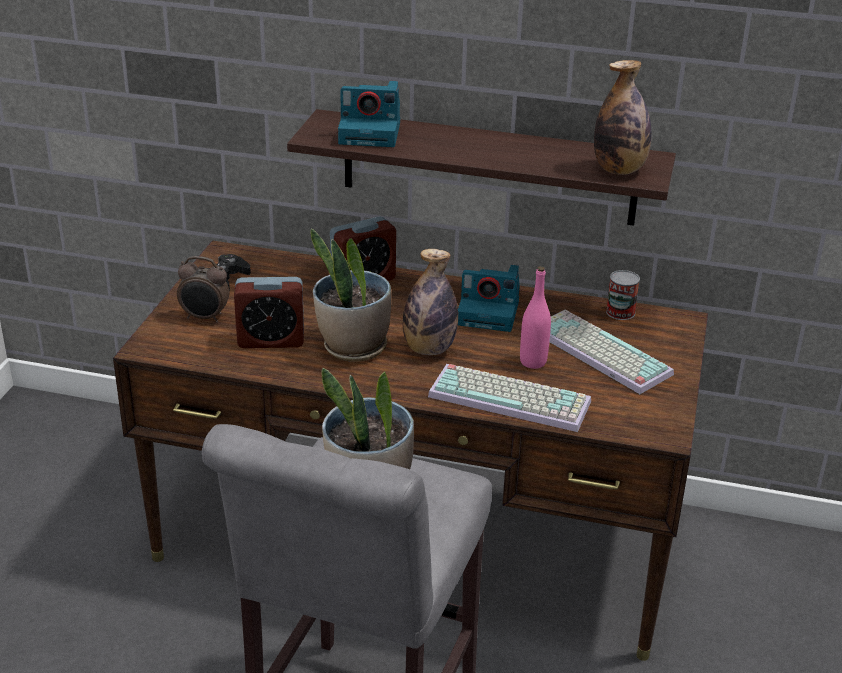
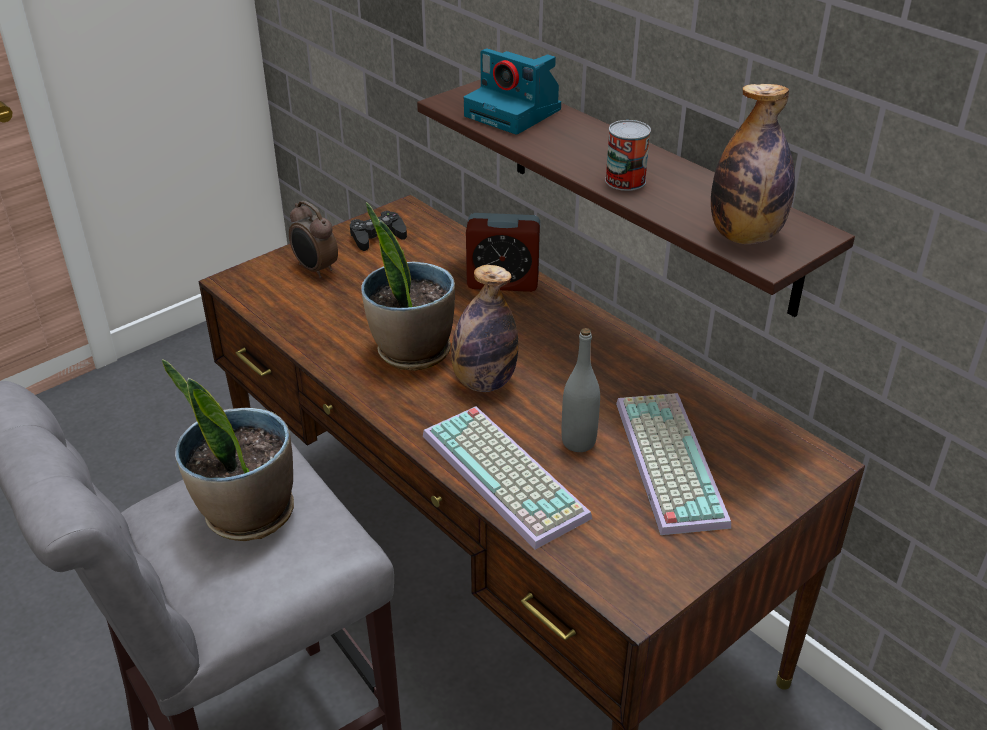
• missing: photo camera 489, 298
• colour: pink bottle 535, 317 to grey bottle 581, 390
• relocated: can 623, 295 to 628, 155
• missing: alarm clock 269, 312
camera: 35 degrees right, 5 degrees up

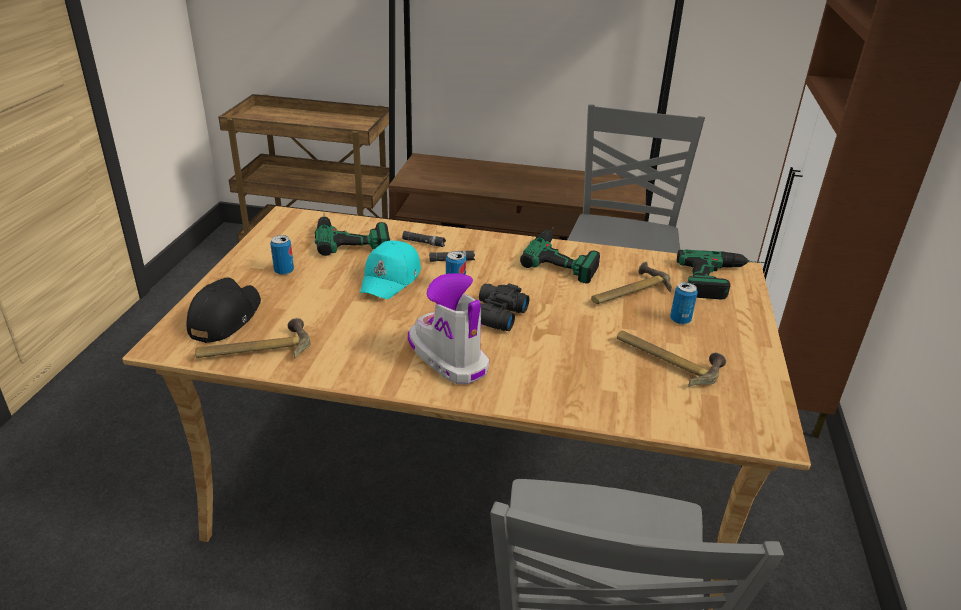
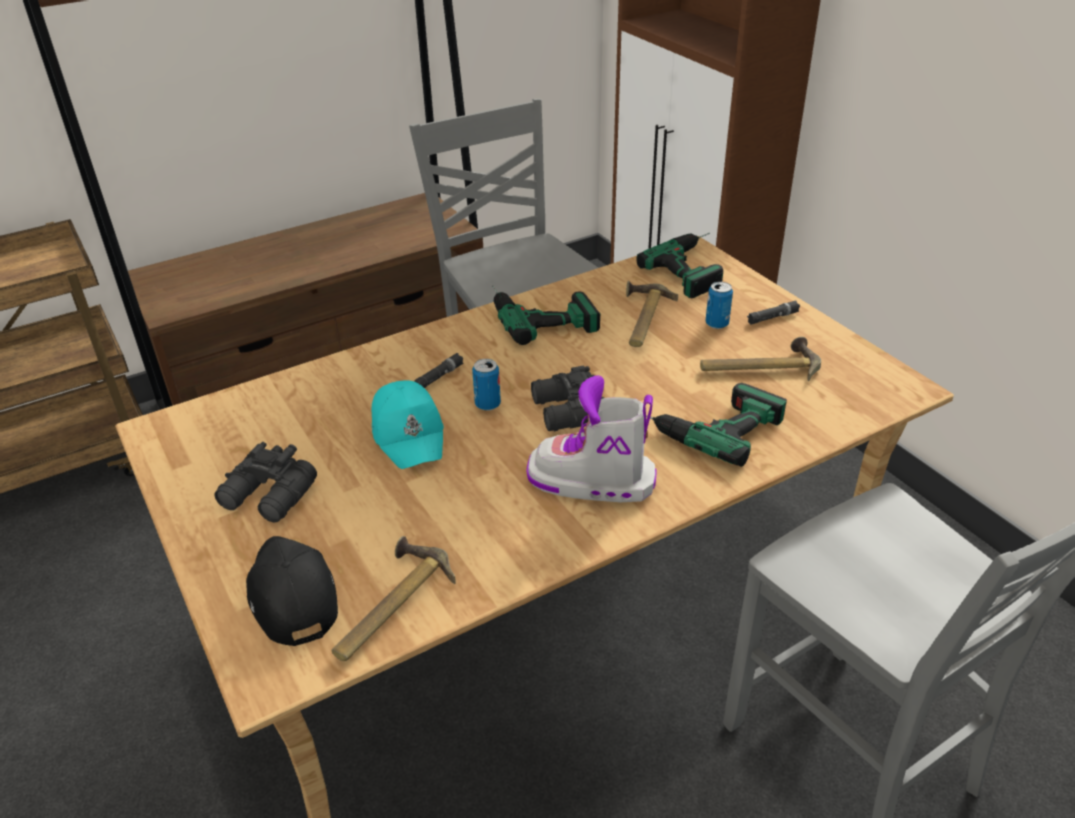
• relocated: power drill 352, 234 to 716, 425
• relocated: black flashlight 424, 239 to 773, 312
• exchanged: can 282, 255 to black binoculars 266, 482
camera: 40 degrees left, 5 degrees up

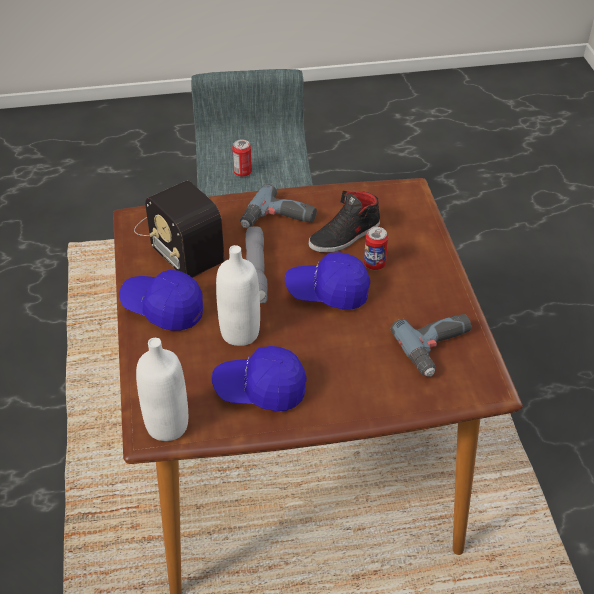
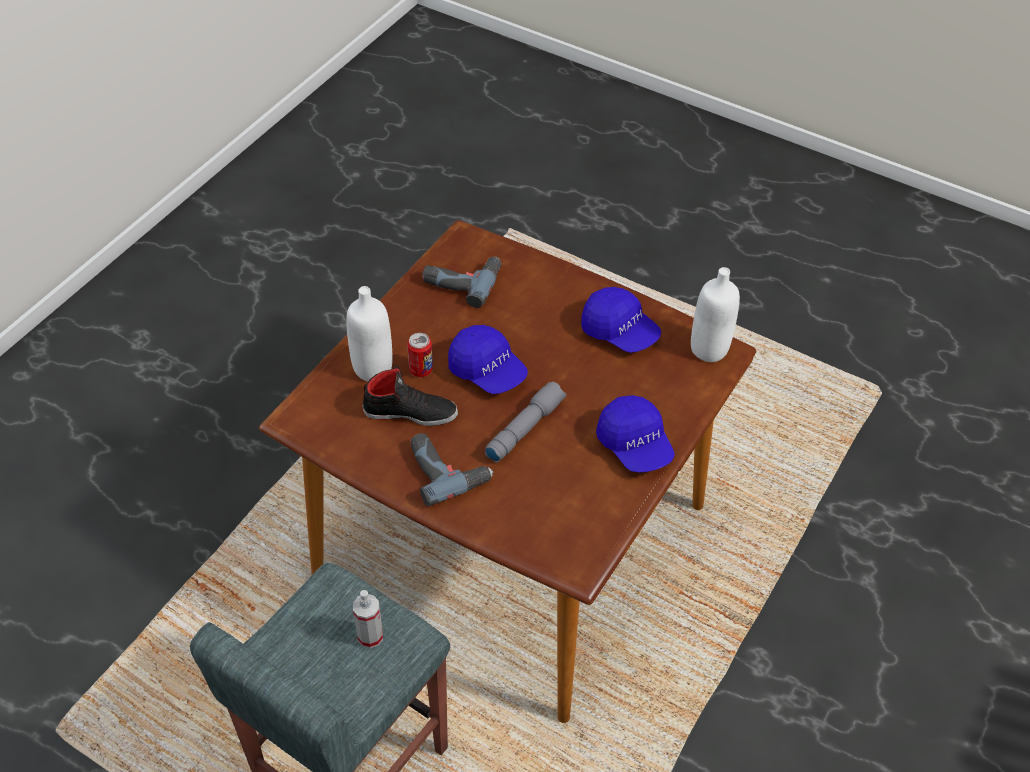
• exchanged: can 242, 158 to spray bottle 368, 619
• missing: radio 179, 229
• relocated: white bottle 238, 295 to 369, 333
camera: 140 degrees left, 5 degrees up

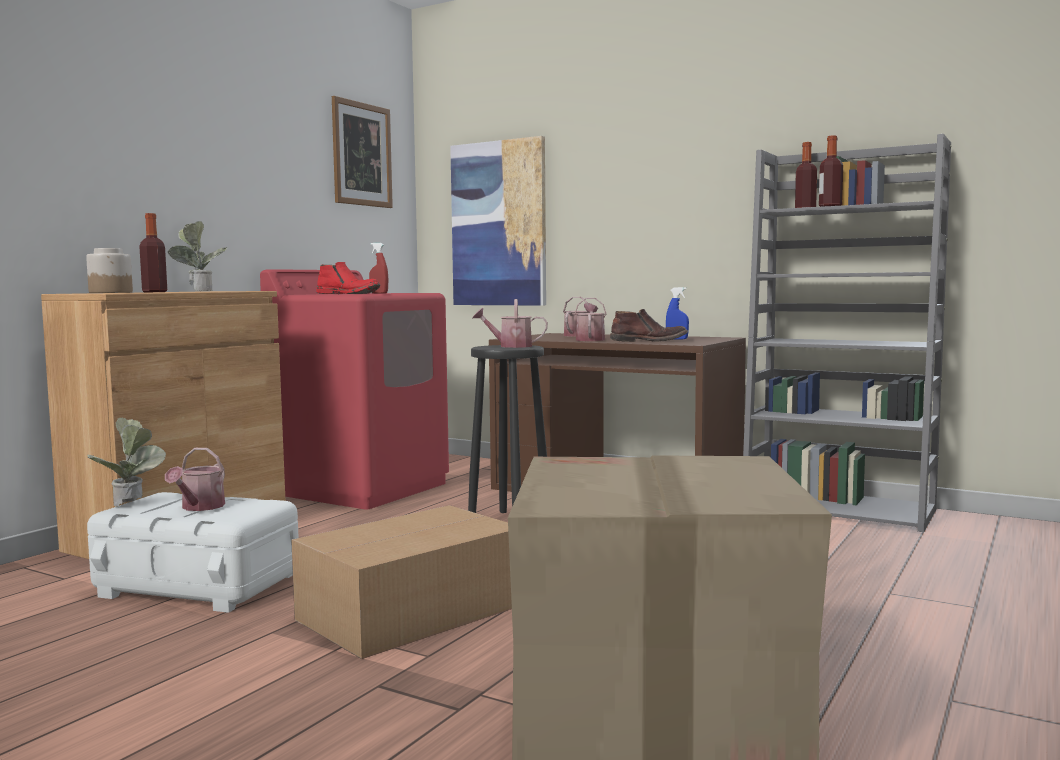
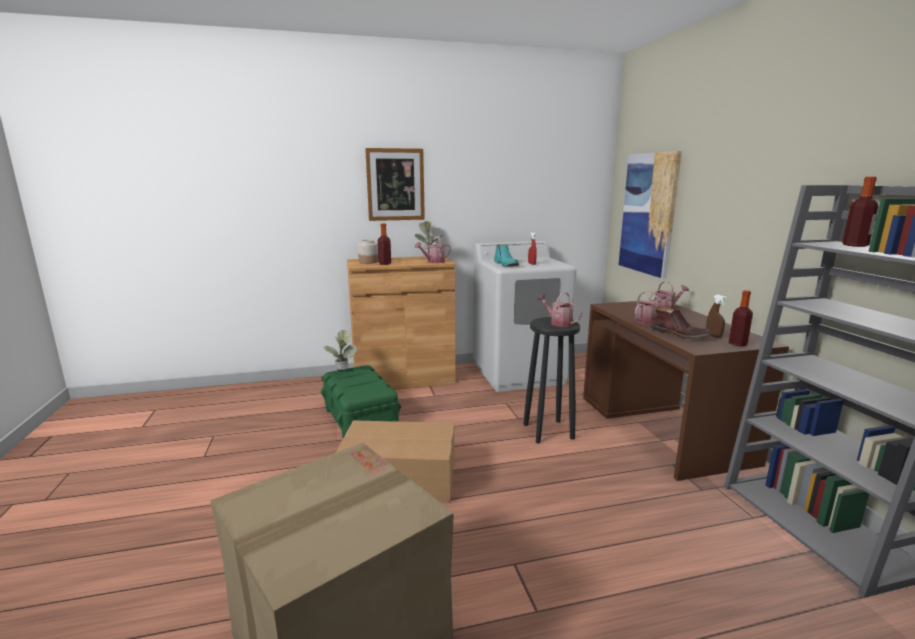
• relocated: picture 362, 152 to 395, 184
• relocated: bottle 831, 171 to 741, 318
• colour: red boot 348, 278 to turquoise boot 506, 255
• colour: red washing machine 354, 389 to white washing machine 525, 316
• colour: blue spray bottle 677, 313 to brown spray bottle 716, 316
• relocated: watering can 195, 479 to 433, 249
• colour: white storage box 193, 552 to green storage box 360, 401
camera: 45 degrees right, 10 degrees up

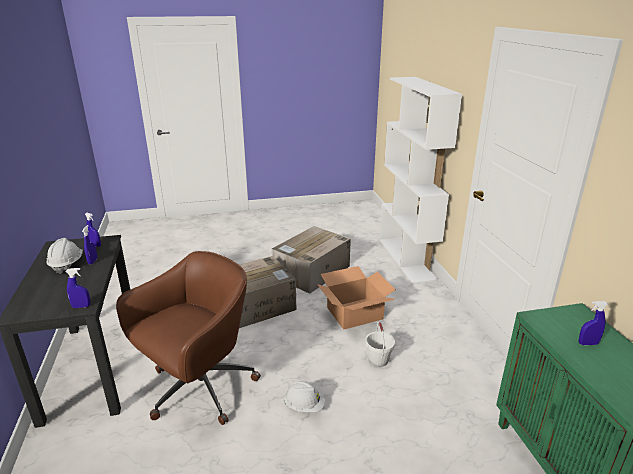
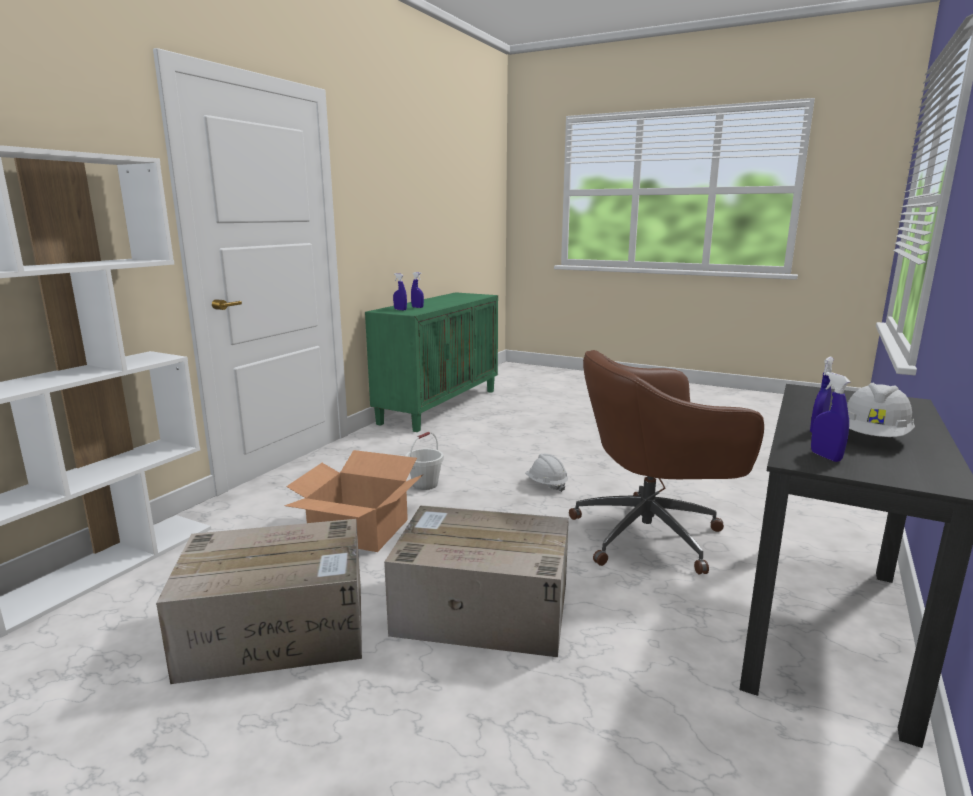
• relocated: blue spray bottle 78, 288 to 400, 292
camera: 140 degrees left, 10 degrees down

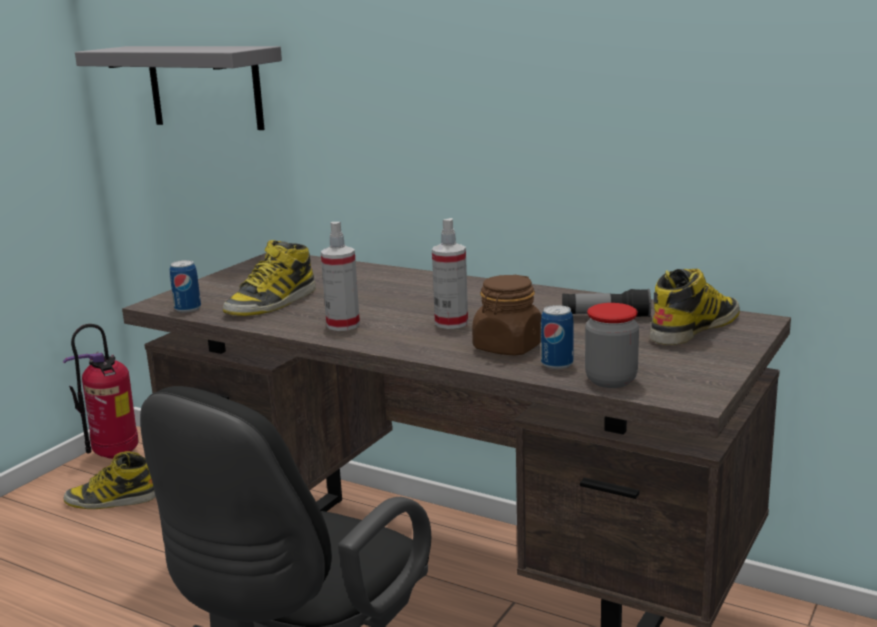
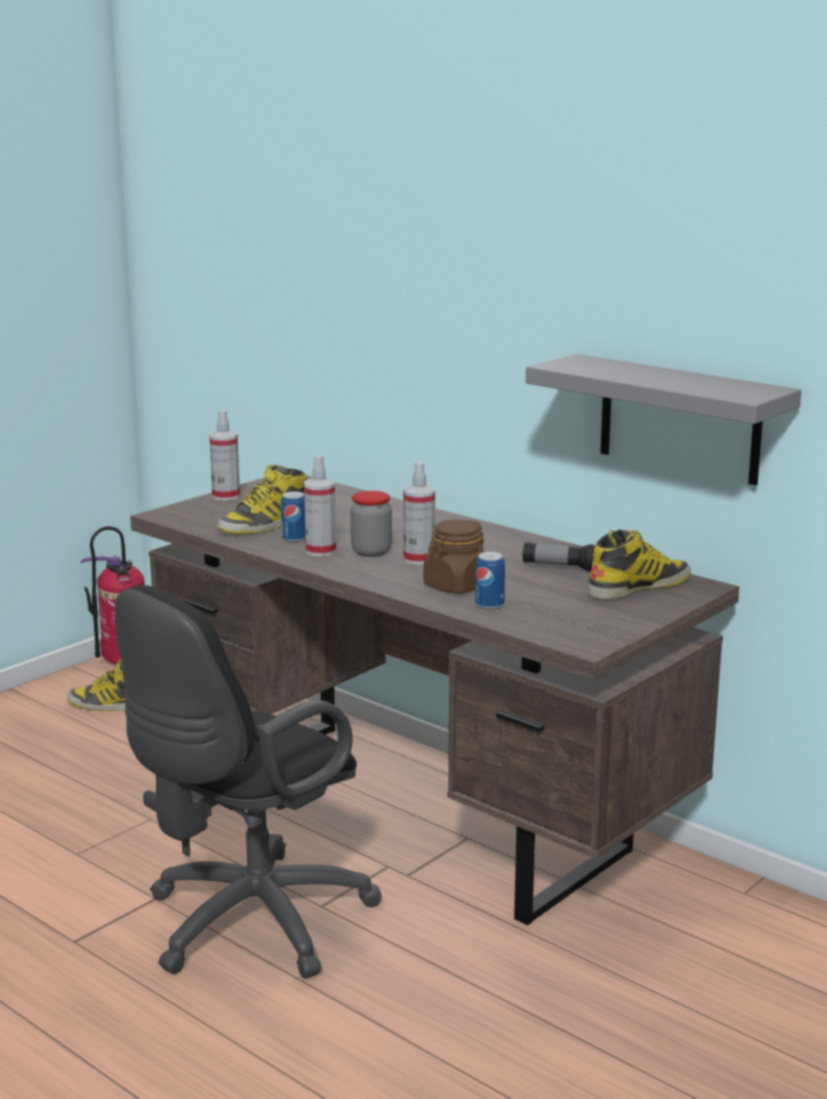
• relocated: grey shelf 178, 88 to 663, 420
• relocated: can 185, 286 to 293, 516
• relocated: jar 612, 345 to 371, 524
• appeared: spray bottle 224, 455
camera: 10 degrees right, 0 degrees up

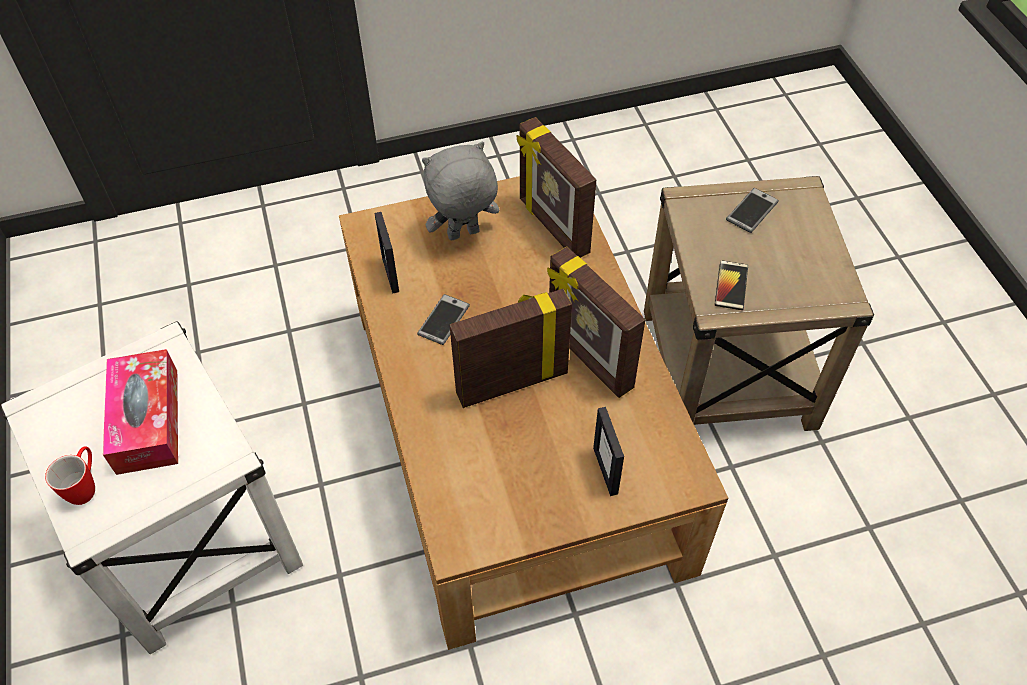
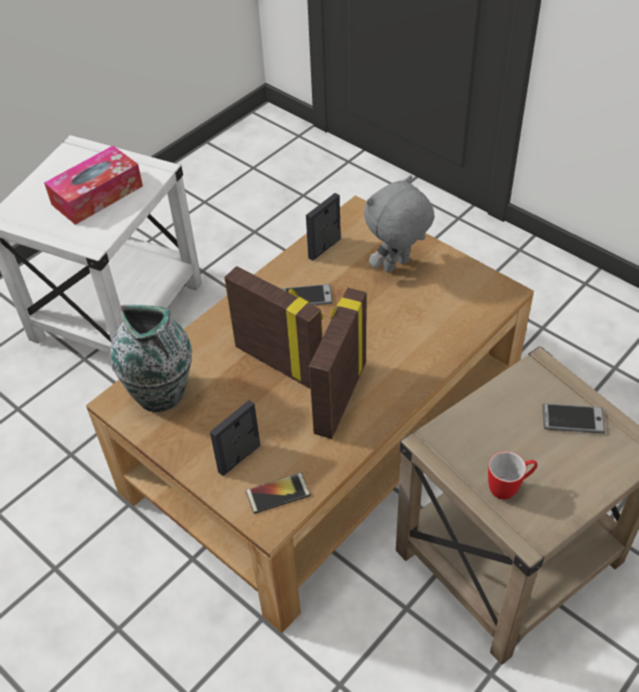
• missing: picture frame 556, 187
• spun: grey plush toy 460, 191 = 399, 224 75 degrees counterclockwise
• relocated: phone 731, 285 to 278, 493
• relocated: mug 70, 475 to 512, 475
• appeared: vase 151, 358
camera: 60 degrees right, 5 degrees down

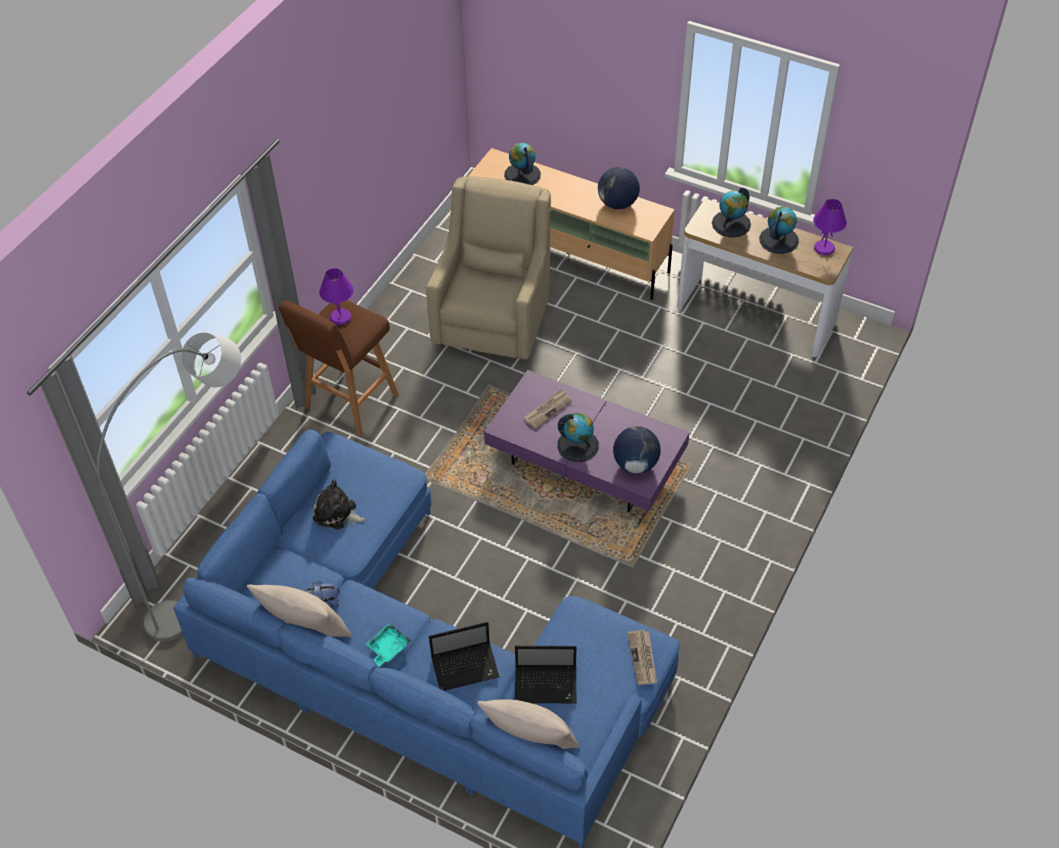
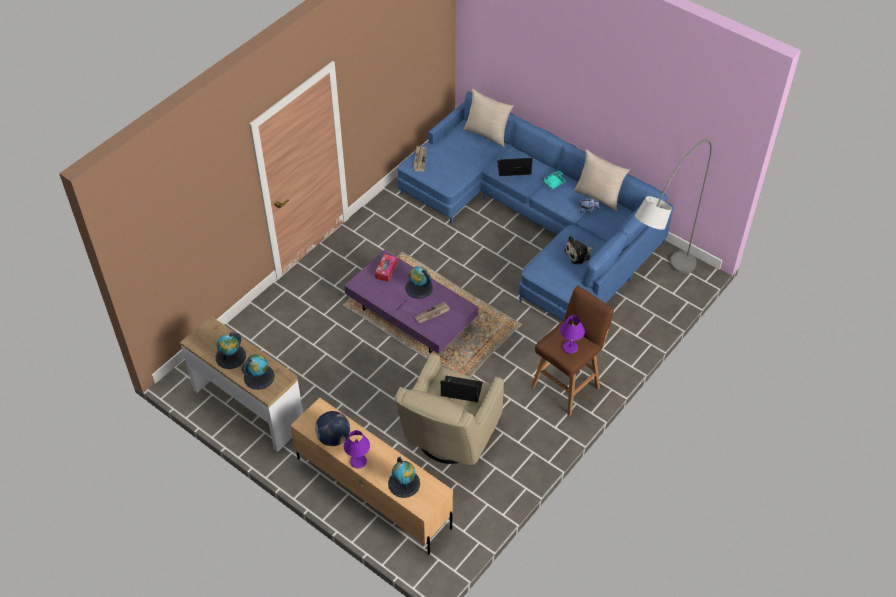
• relocated: purple table lamp 830, 227 to 357, 449
• exchanged: globe 637, 450 to tissue box 386, 268
• spun: plush toy 339, 505 = 579, 250 120 degrees clockwise
• relocated: laptop 546, 674 to 462, 389
camera: 170 degrees left, 0 degrees up

